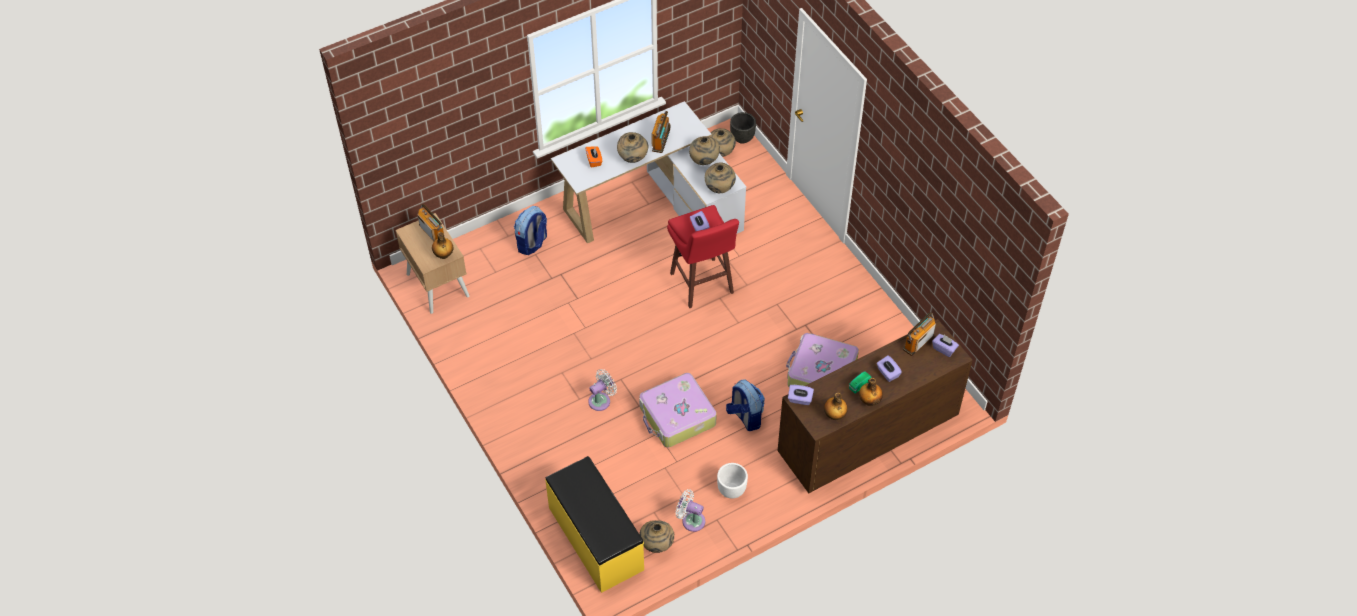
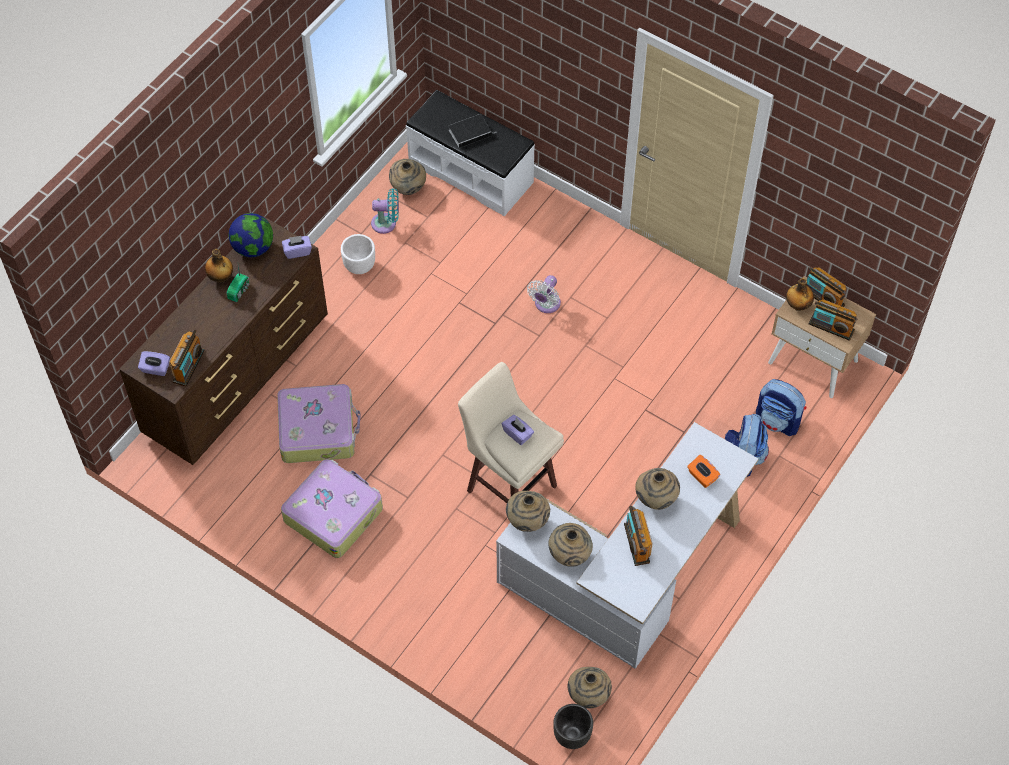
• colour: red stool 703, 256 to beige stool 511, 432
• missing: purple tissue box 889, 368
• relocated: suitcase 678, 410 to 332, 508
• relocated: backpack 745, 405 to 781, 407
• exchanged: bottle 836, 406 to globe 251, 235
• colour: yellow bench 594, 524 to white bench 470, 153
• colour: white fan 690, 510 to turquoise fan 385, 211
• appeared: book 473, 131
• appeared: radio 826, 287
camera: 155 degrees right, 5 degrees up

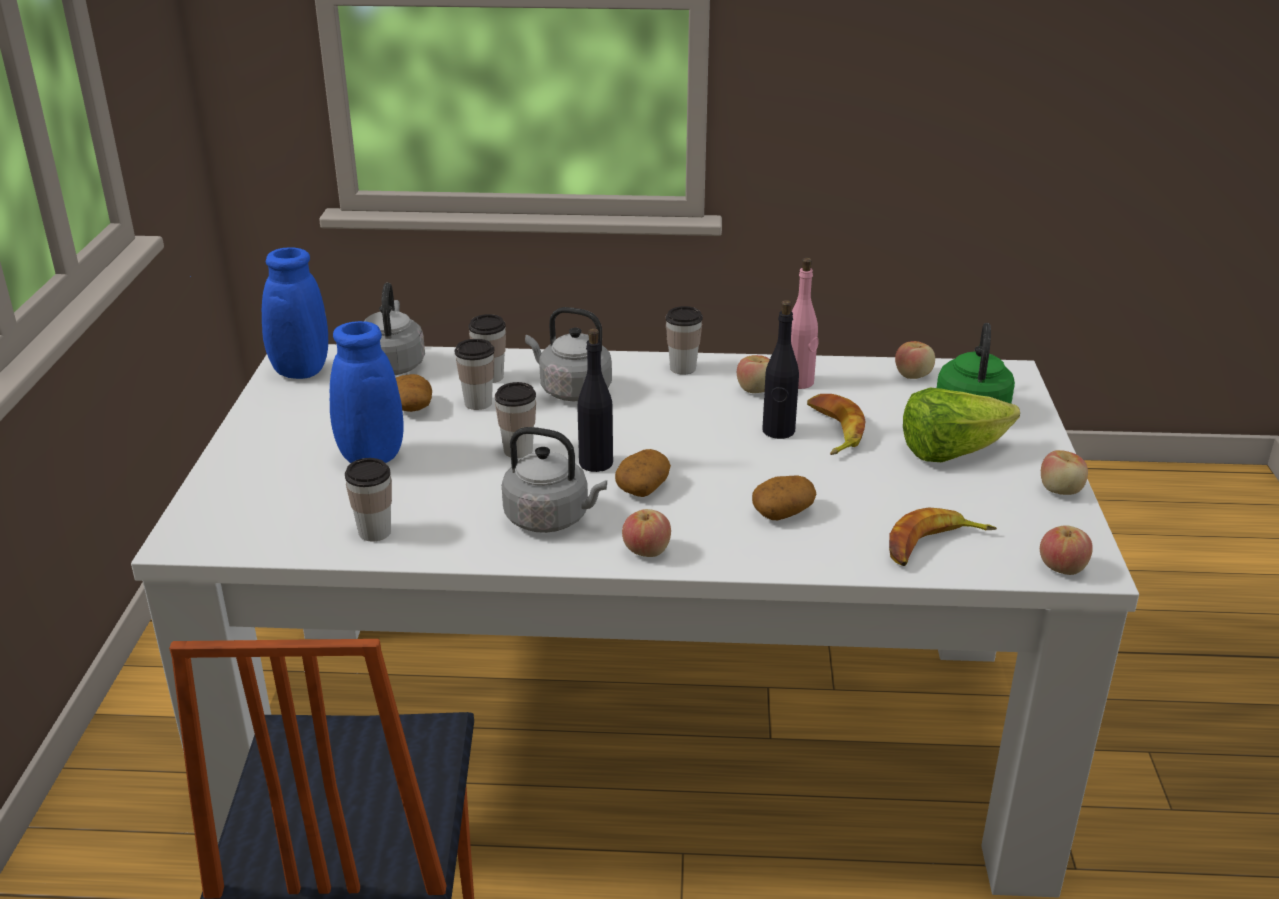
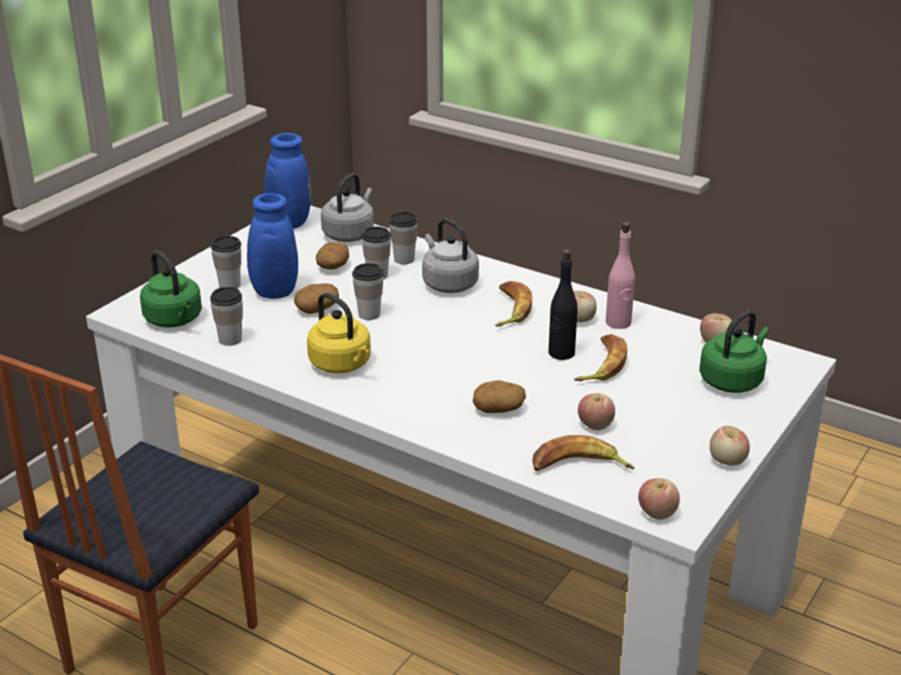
• relocated: cup 684, 340 to 226, 262
• missing: black bottle 595, 400
• missing: lettuce 961, 424
• colour: grey kettle 554, 480 to yellow kettle 339, 333
• relocated: potato 643, 473 to 316, 298
• relocated: apple 646, 533 to 596, 411
• appeared: green kettle 171, 289
• appeared: banana 513, 304
camera: 30 degrees right, 0 degrees up

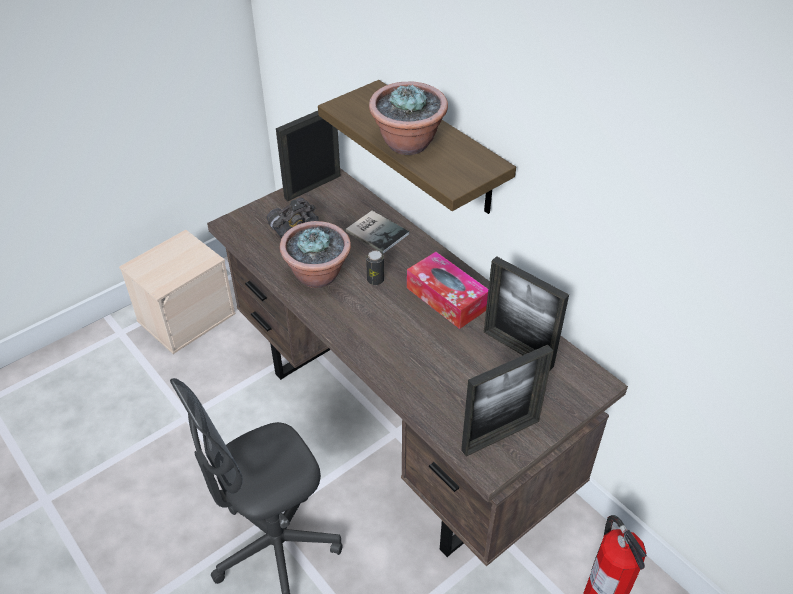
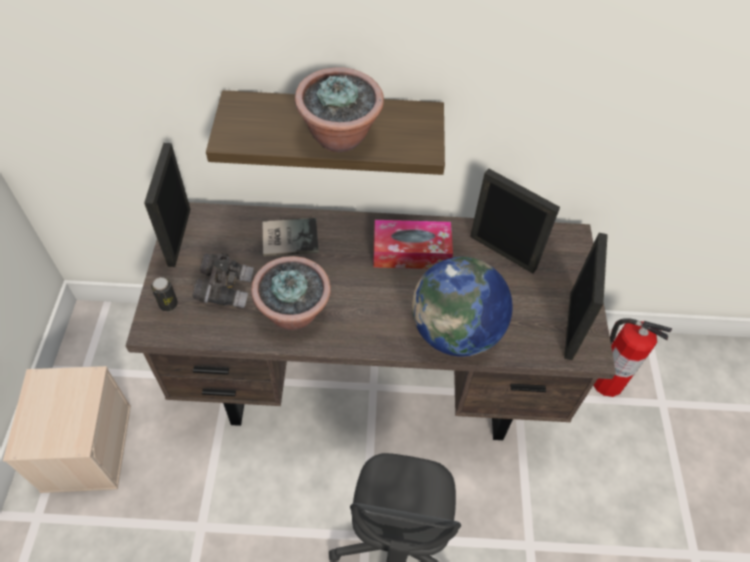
• relocated: can 375, 267 to 164, 294
• spun: picture frame 526, 313 = 515, 221 135 degrees counterclockwise
• appeared: globe 462, 307
camera: 50 degrees left, 10 degrees up

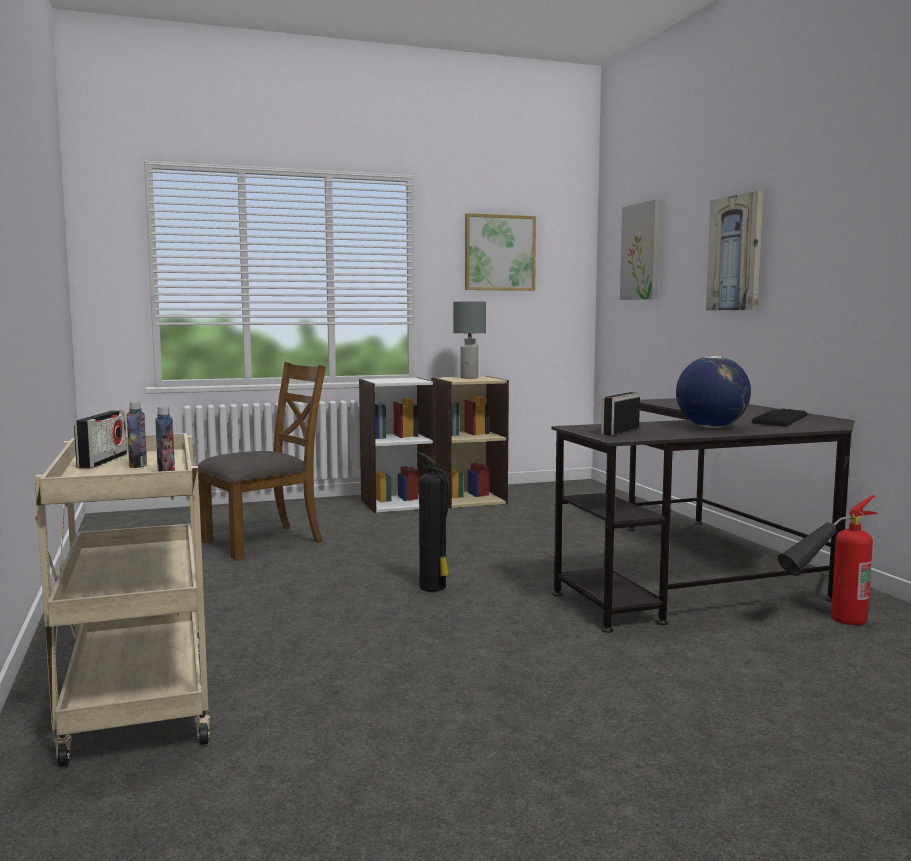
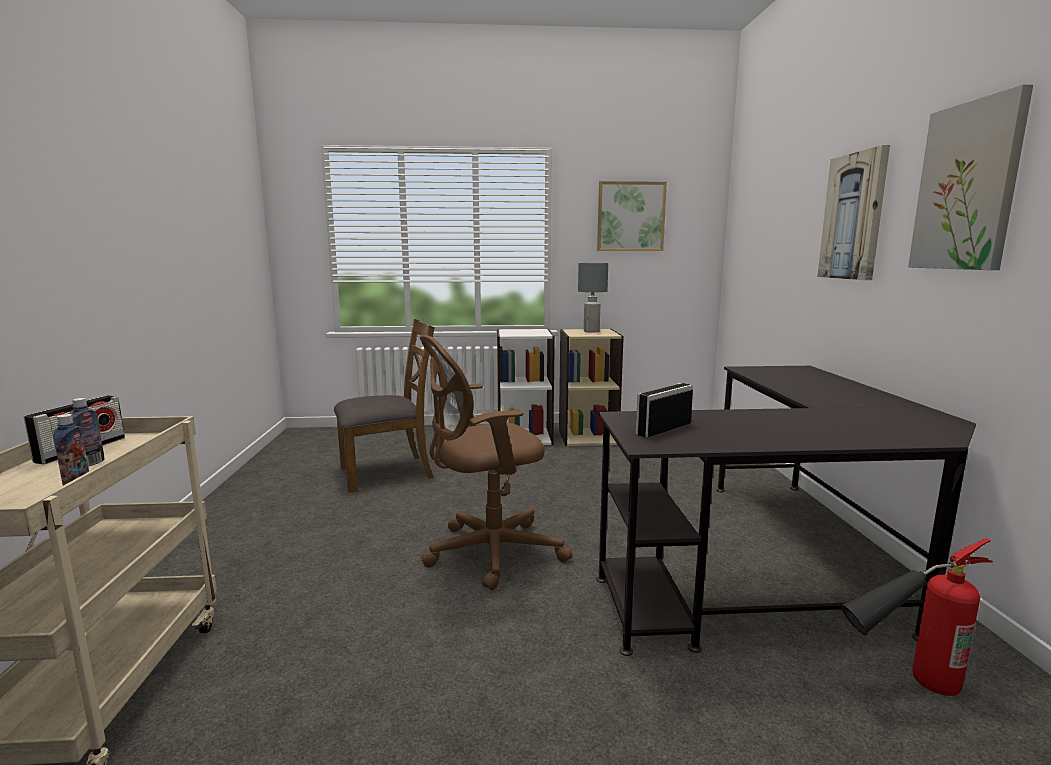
• relocated: picture 640, 249 to 970, 177
• missing: globe 713, 392
• missing: keyboard 779, 418
• exchanged: fire extinguisher 433, 522 to brown office chair 496, 462
camera: 15 degrees right, 5 degrees up

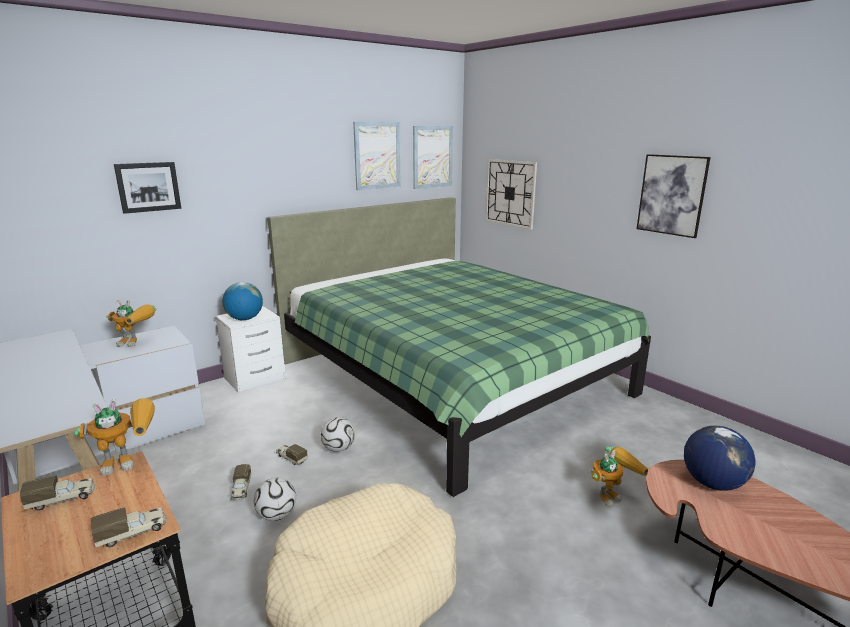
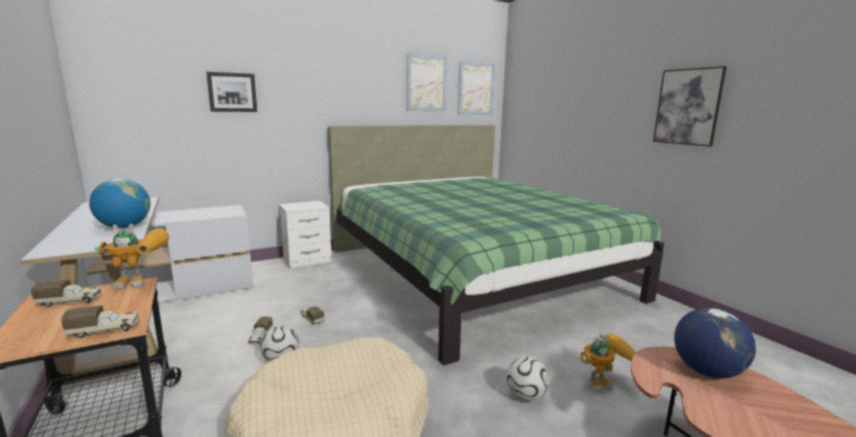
• missing: wall clock 511, 194
• relocated: globe 242, 301 to 120, 203
• missing: toy robot 131, 323
• relocated: football 338, 434 to 528, 379
camera: 10 degrees right, 5 degrees down

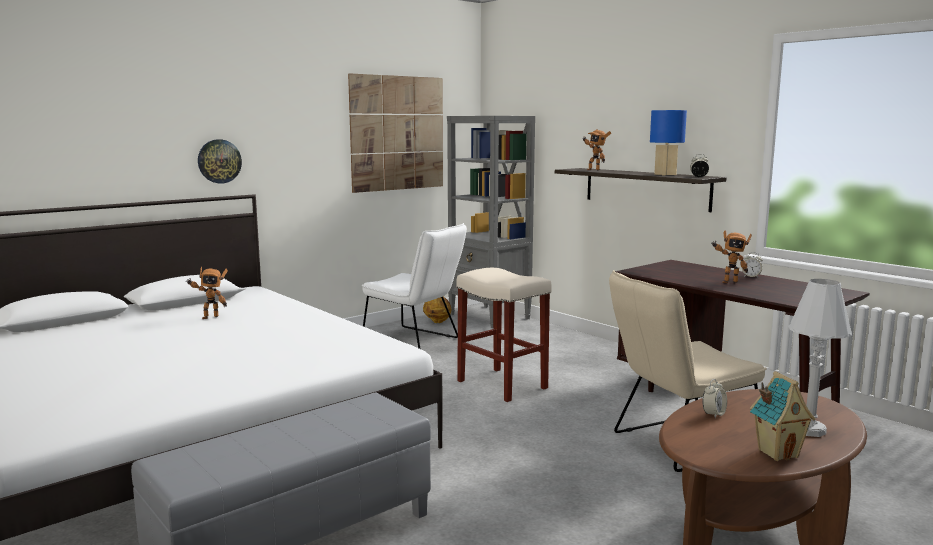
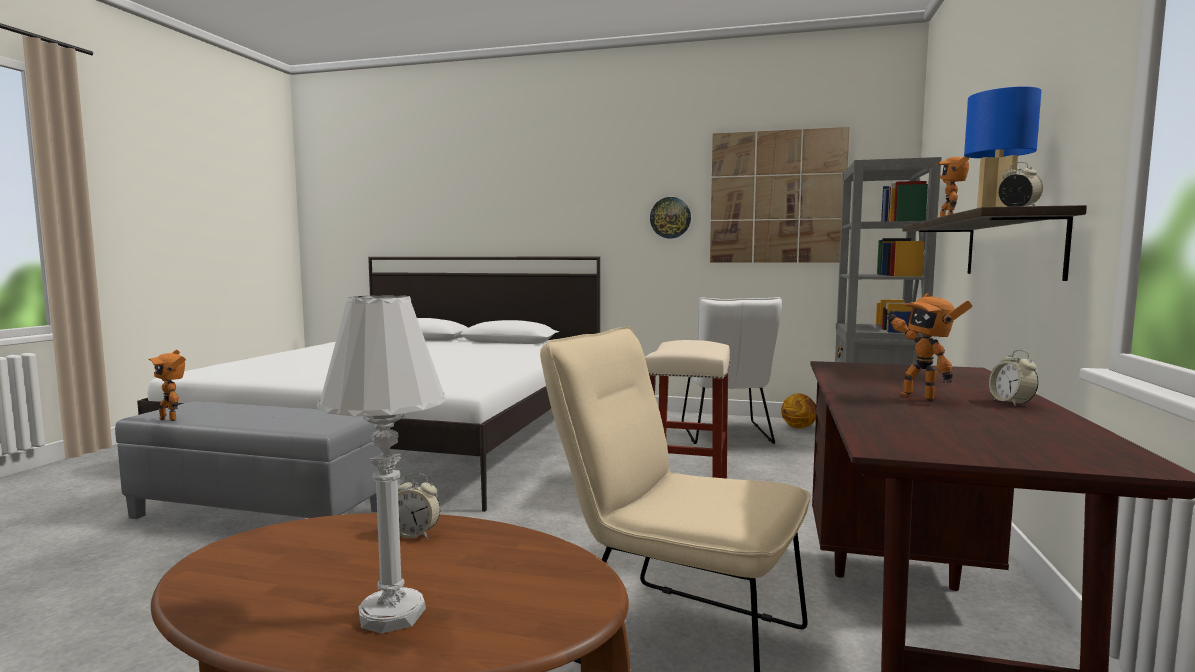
• relocated: wall clock 220, 161 to 670, 217
• relocated: toy robot 207, 293 to 167, 385
• missing: toy house 782, 416
camera: 55 degrees right, 5 degrees down

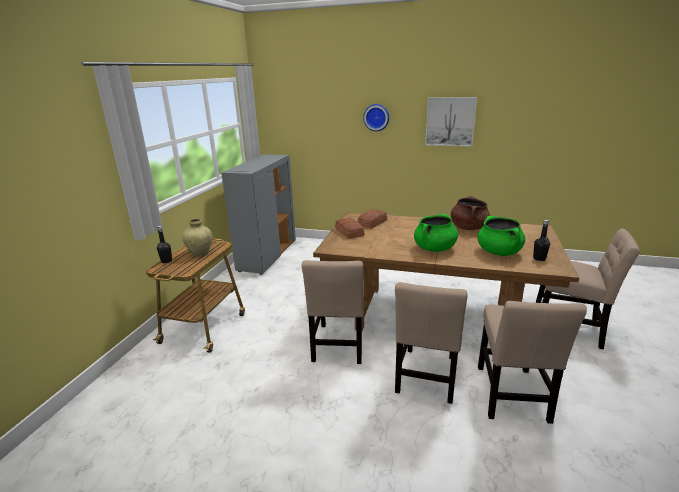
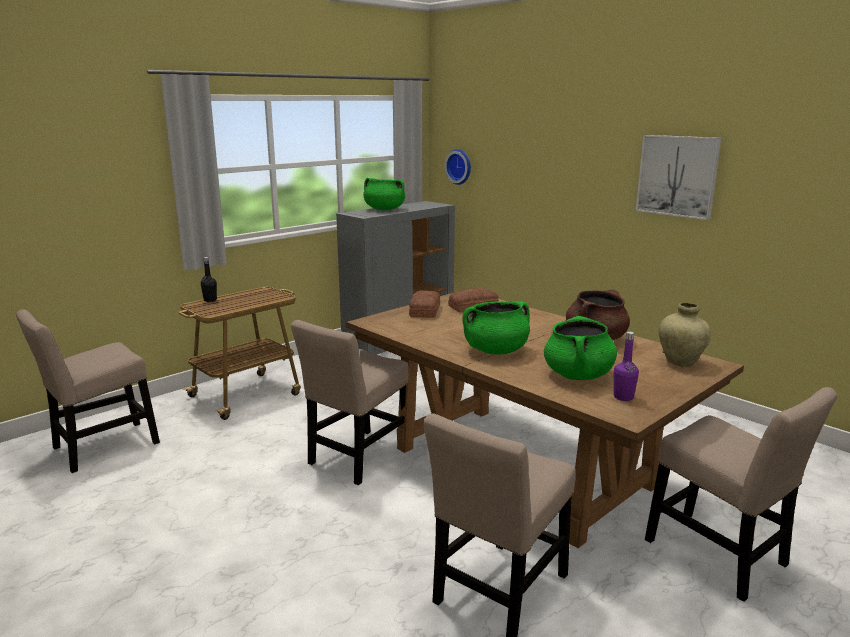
• relocated: wall clock 376, 117 to 457, 167
• relocated: beige vase 197, 238 to 685, 334
• colour: black bottle 541, 240 to purple bottle 626, 366
• relocated: beige chair 431, 343 to 88, 391
• appeared: green cooking pot 384, 194
camera: 30 degrees right, 5 degrees down

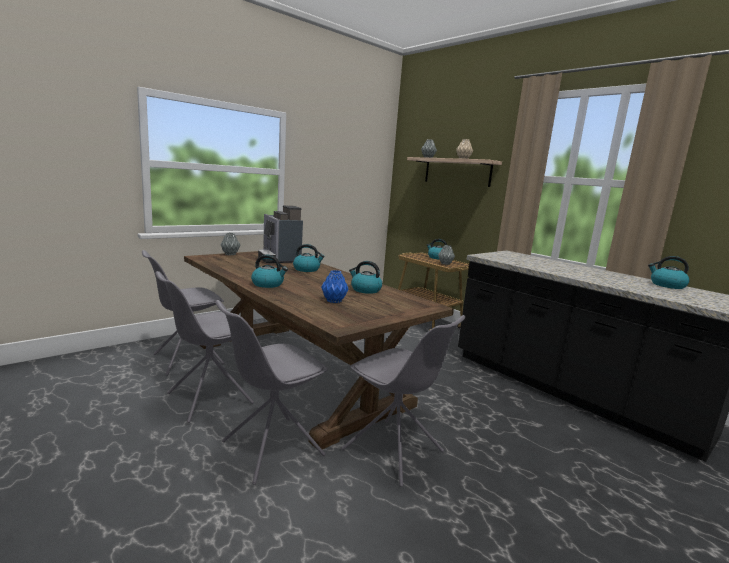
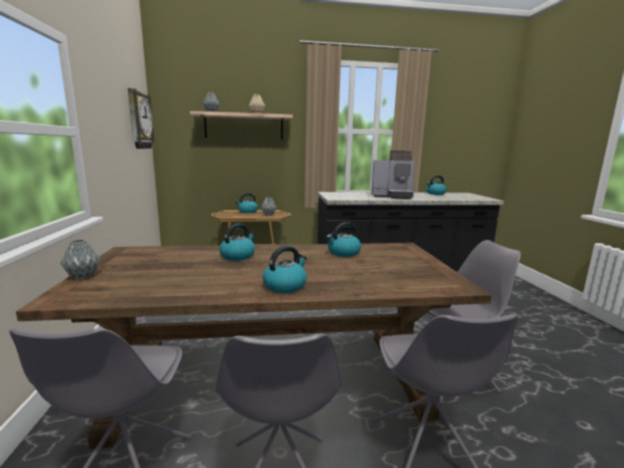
• relocated: coffee machine 280, 234 to 393, 174
• missing: blue vase 335, 286
• appeared: wall clock 141, 118
camera: 55 degrees left, 0 degrees up

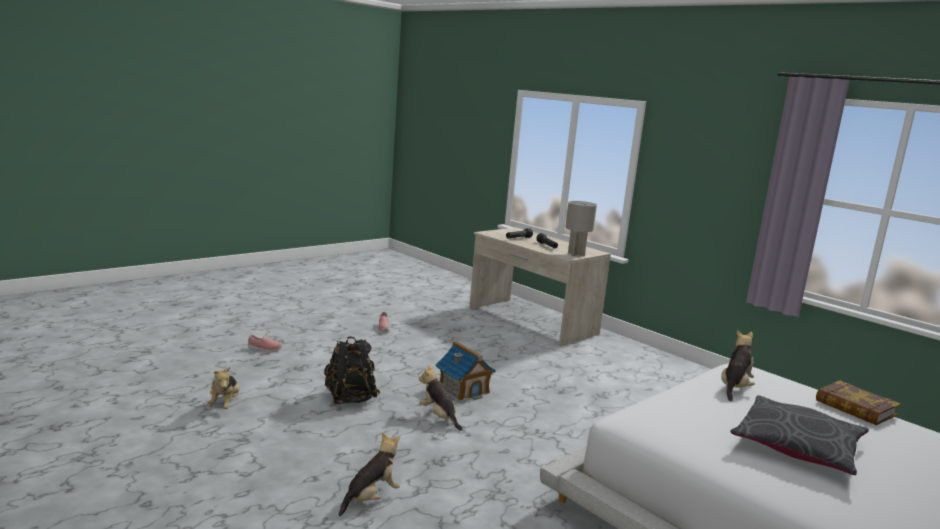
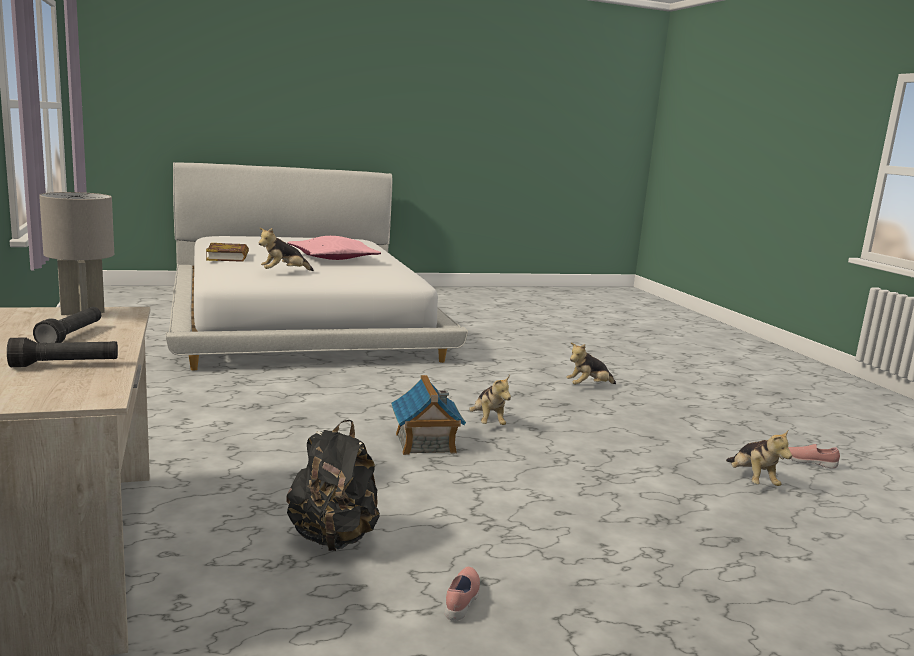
• relocated: pink shoe 265, 343 to 814, 456
• relocated: black backpack 352, 370 to 333, 485
• spun: plush toy 223, 388 = 759, 457 150 degrees clockwise
• colour: grey pillow 800, 435 to pink pillow 334, 248
camera: 155 degrees left, 0 degrees up

